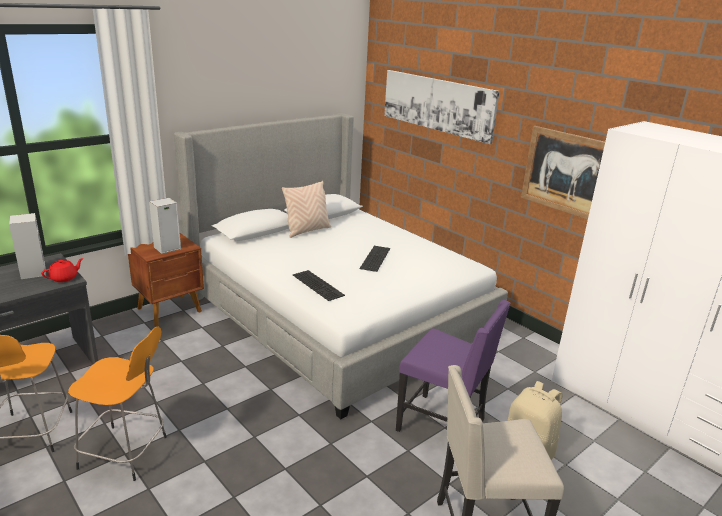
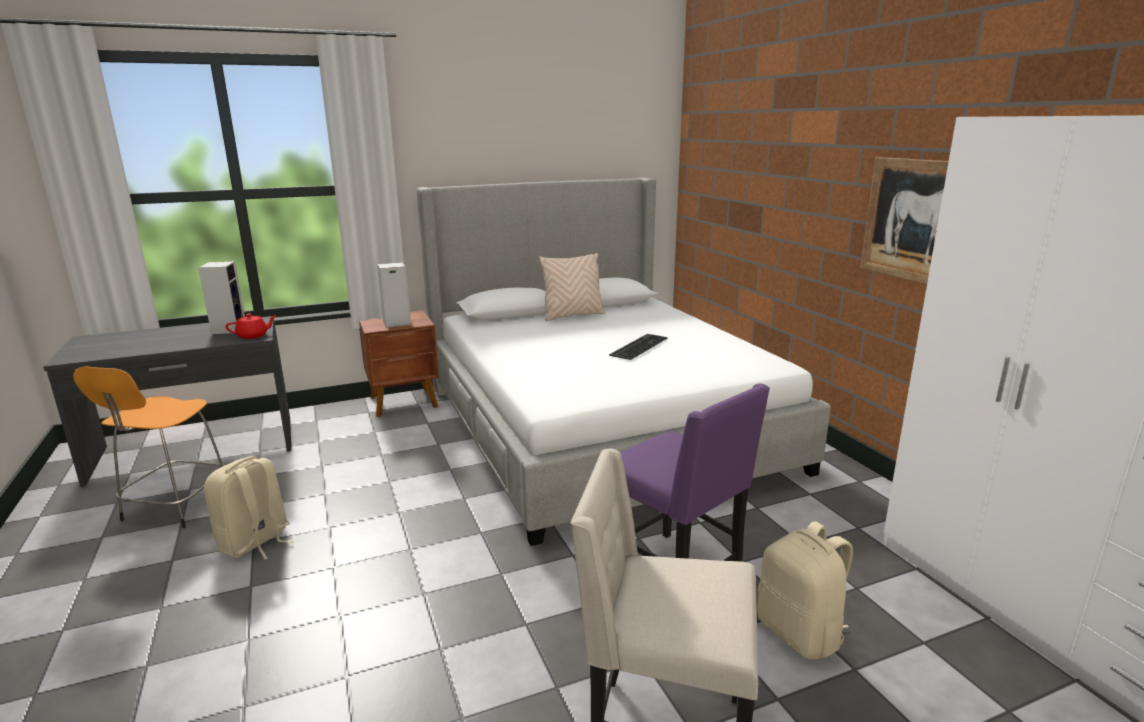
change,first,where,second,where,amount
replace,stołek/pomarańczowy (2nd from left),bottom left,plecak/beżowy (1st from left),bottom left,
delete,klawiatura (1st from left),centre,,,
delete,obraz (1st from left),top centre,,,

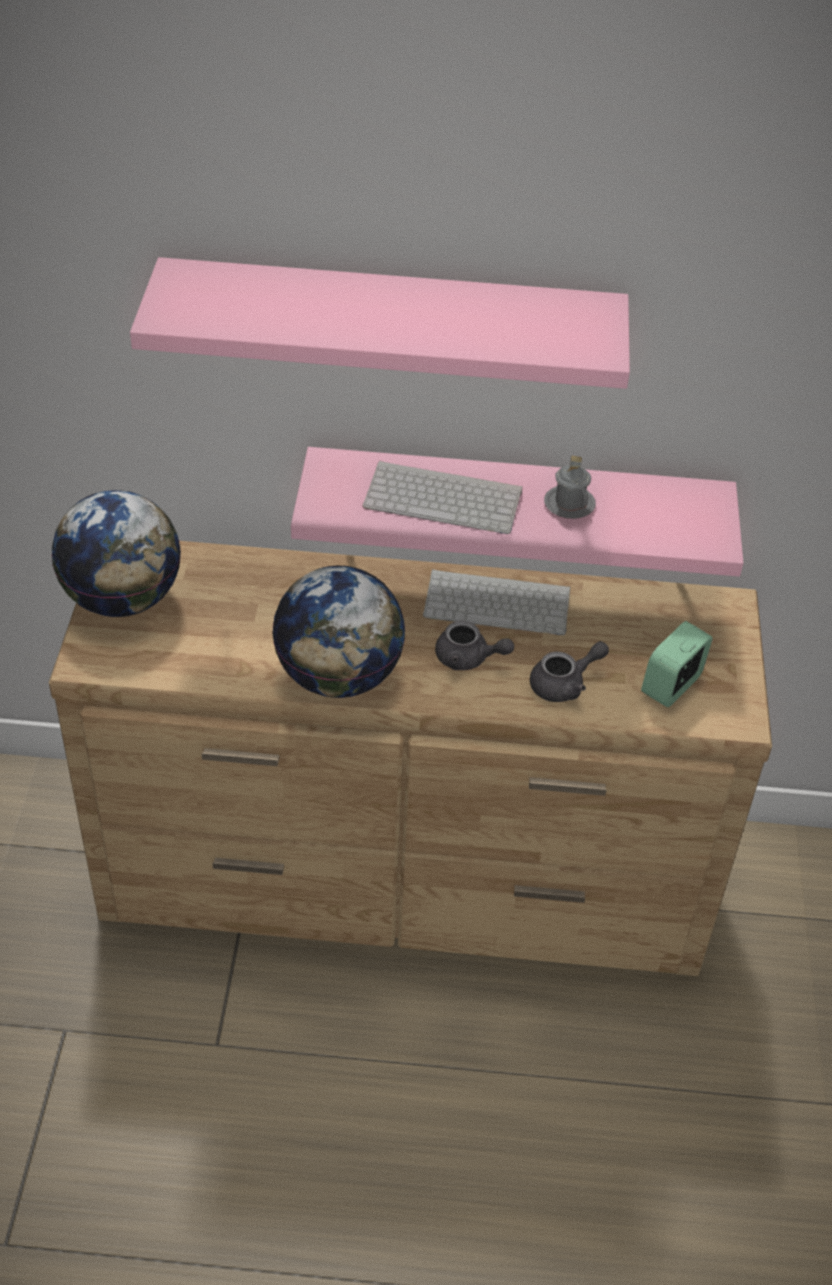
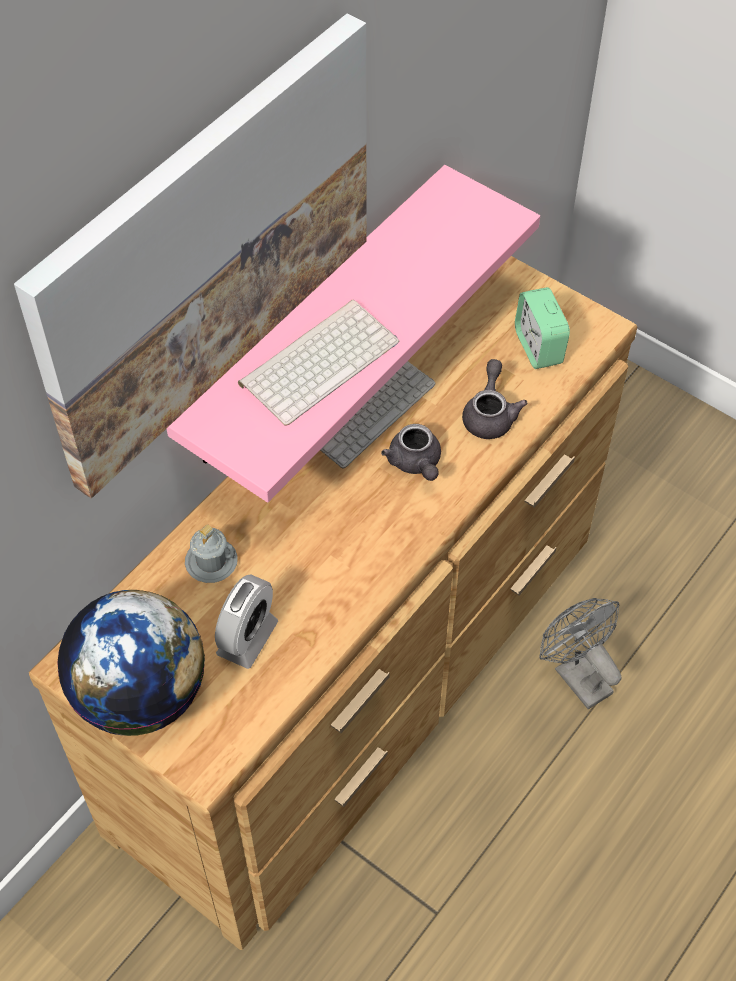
change,first,where,second,where,amount
replace,półka/różowy (1st from left),top centre,obraz,top left,
move,kubek/szary,middle right,,middle left,
insert,,,budzik (1st from left),centre,
rotate,imbryk/szary (1st from left),centre,,centre,105 degrees clockwise
insert,,,wentylator/szary,middle right,
delete,globus (2nd from left),centre,,,

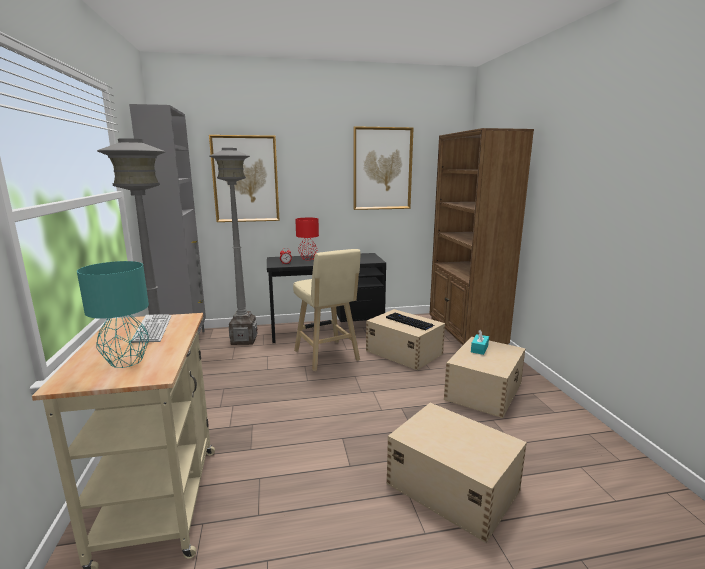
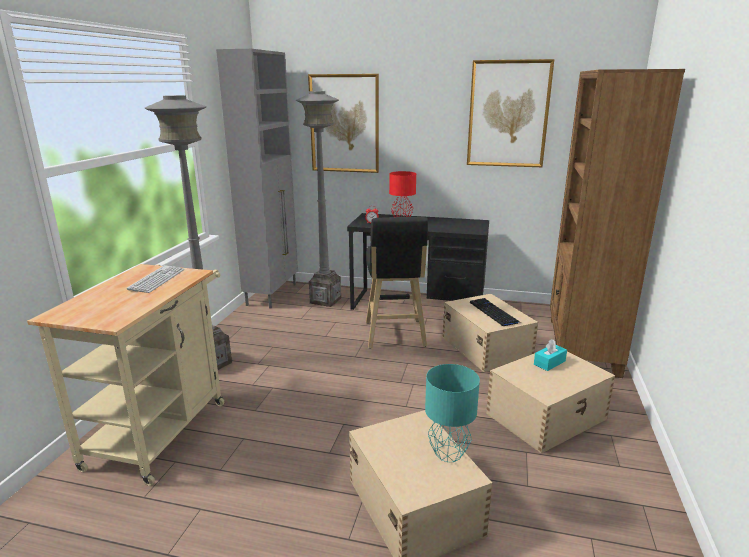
change,first,where,second,where,amount
recolor,stołek/beżowy,centre,stołek/czarny,centre,
move,lampa stołowa/turkusowy,middle left,,bottom centre,

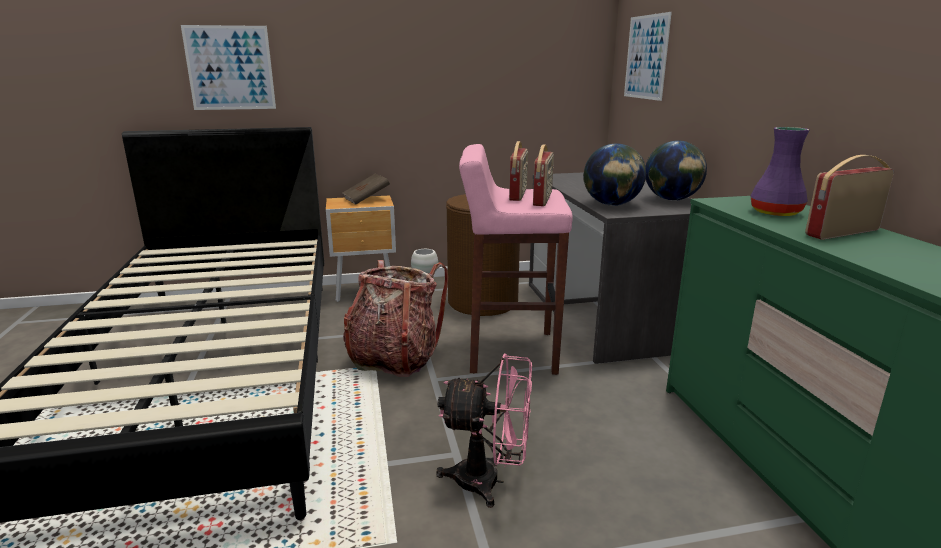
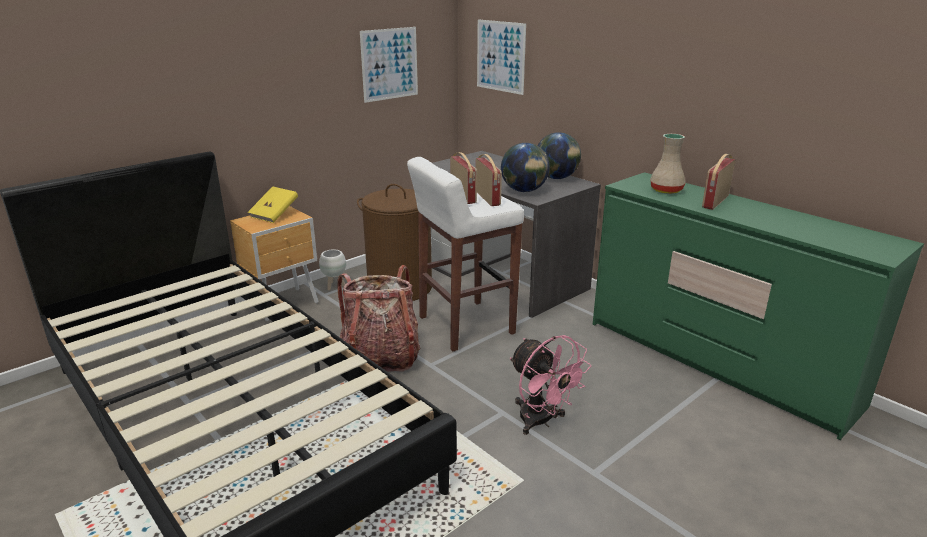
change,first,where,second,where,amount
recolor,książka/brązowy,centre,książka/żółty,middle left,
move,obraz (1st from left),top left,,top centre,
recolor,stołek/różowy,centre,stołek/biały,centre,
rotate,wentylator/różowy,bottom centre,,bottom centre,75 degrees clockwise
recolor,wazon/fioletowy,top right,wazon/beżowy,top right,

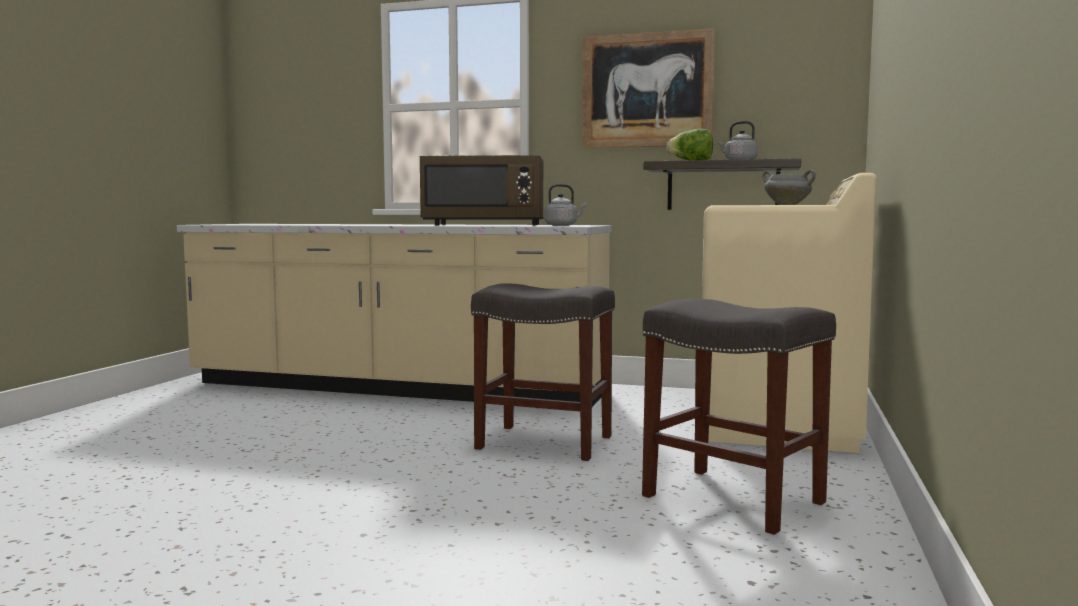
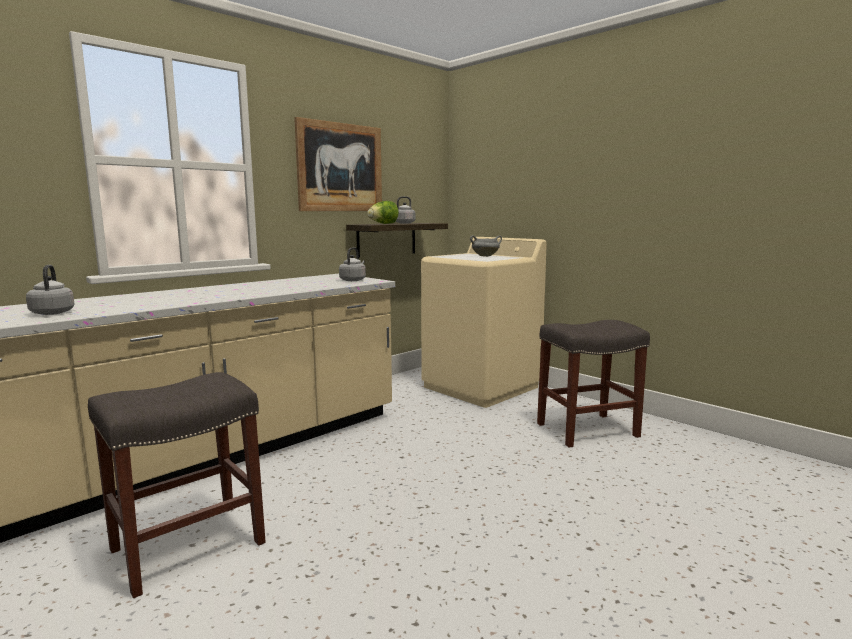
change,first,where,second,where,amount
insert,,,czajnik/szary (1st from left),middle left,
move,stołek/szary (1st from left),centre,,bottom left,
delete,mikrofalówka/brązowy,top centre,,,

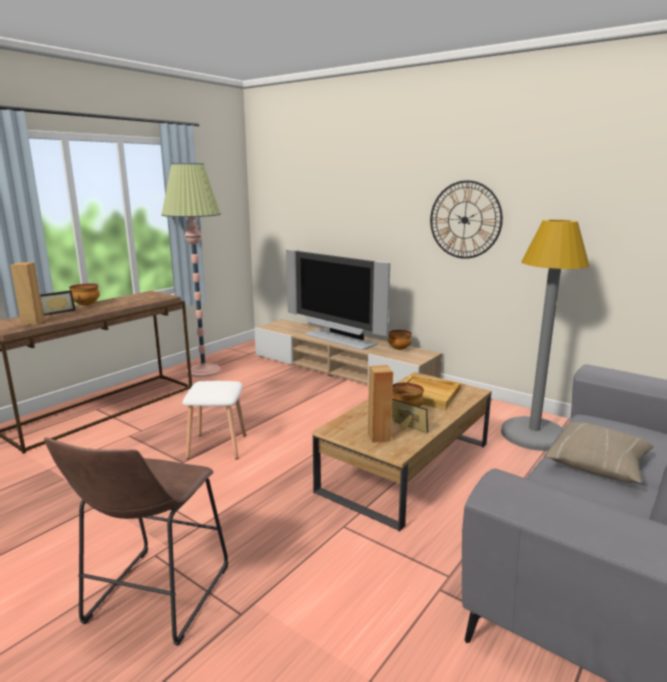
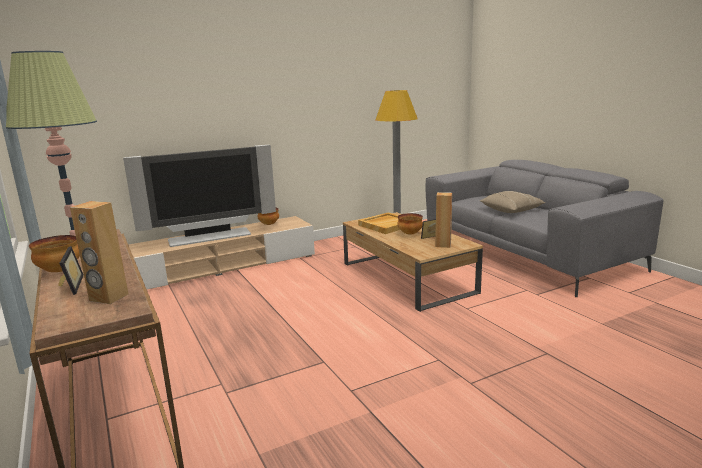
change,first,where,second,where,amount
delete,stołek/brązowy,bottom left,,,
delete,stołek/biały,middle left,,,
delete,zegar ścienny,top right,,,

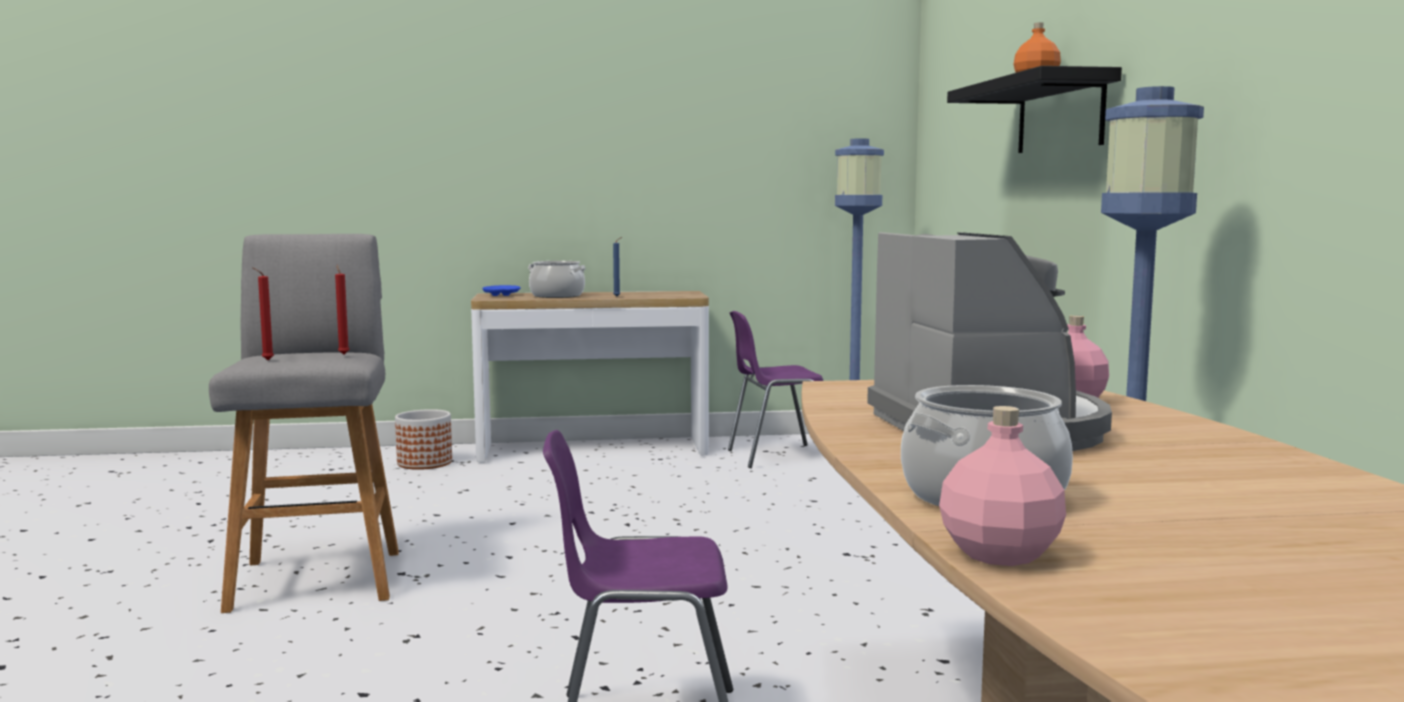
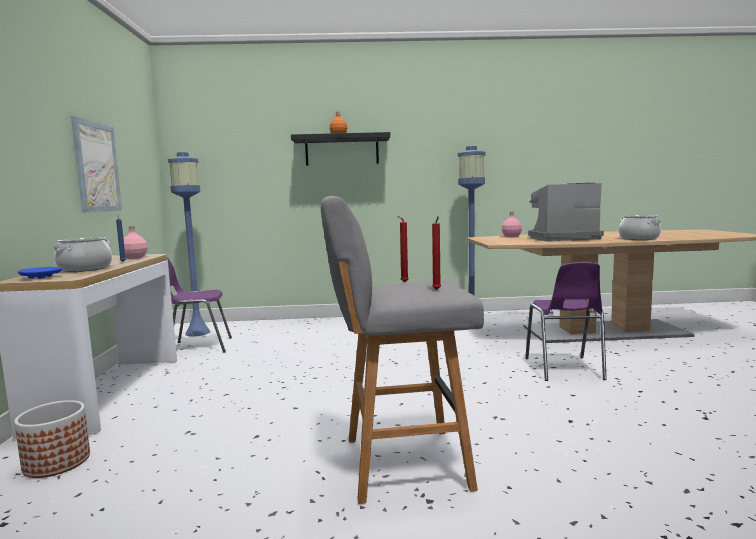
change,first,where,second,where,amount
insert,,,obraz,top left,
move,butelka/różowy (1st from left),bottom right,,middle left,
rotate,krzesło/fioletowy (2nd from left in the first image),centre,krzesło/fioletowy (1st from left),middle left,90 degrees clockwise

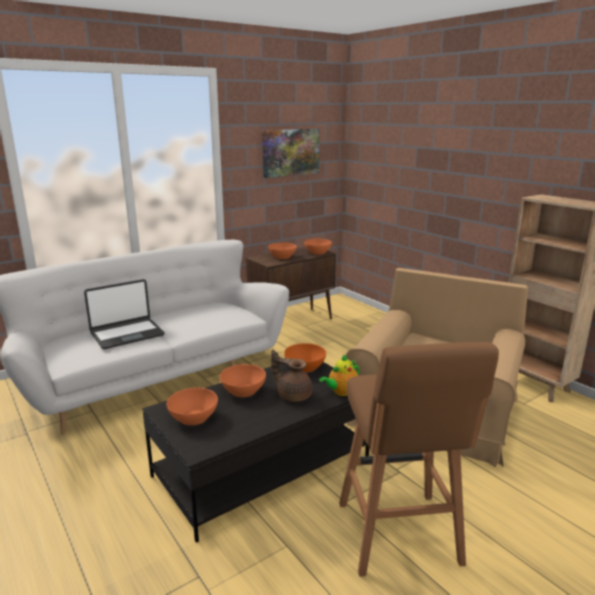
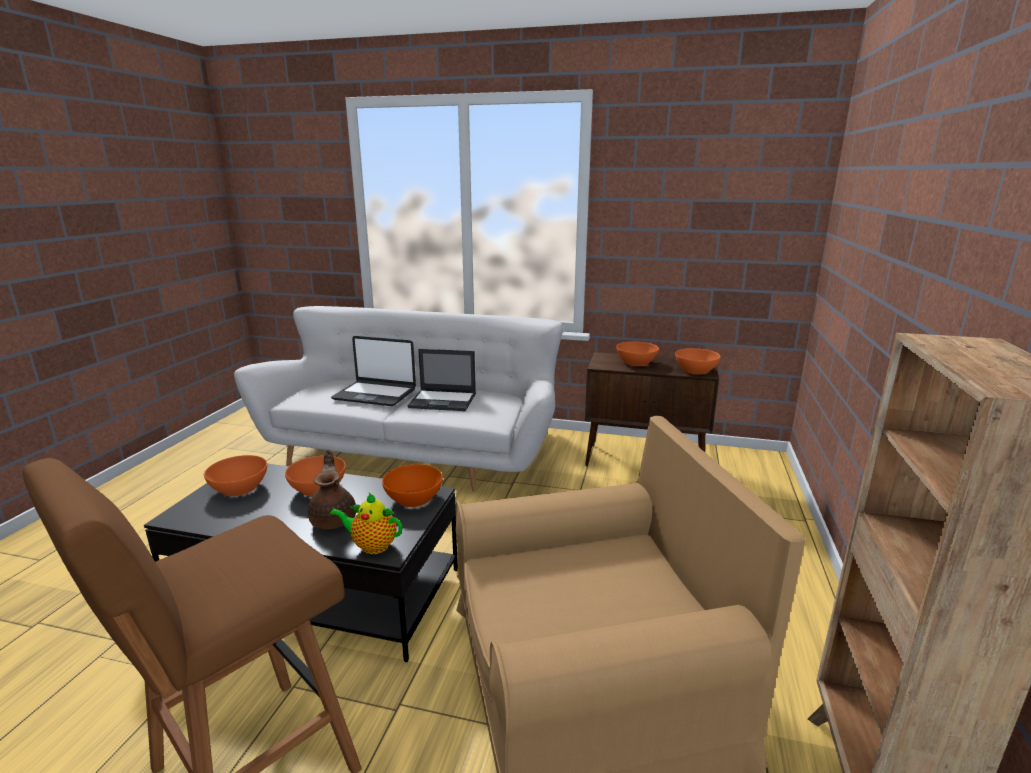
change,first,where,second,where,amount
insert,,,laptop (2nd from left),centre,
delete,obraz,top centre,,,

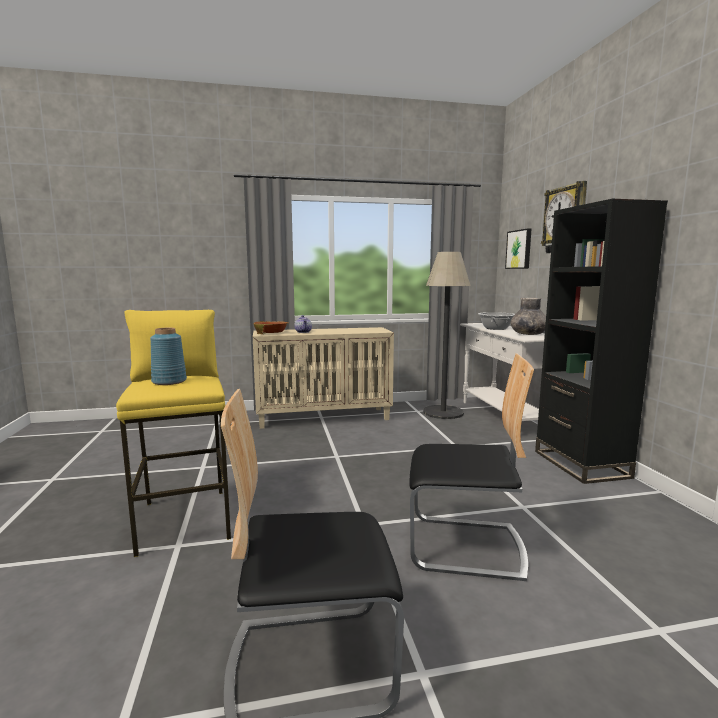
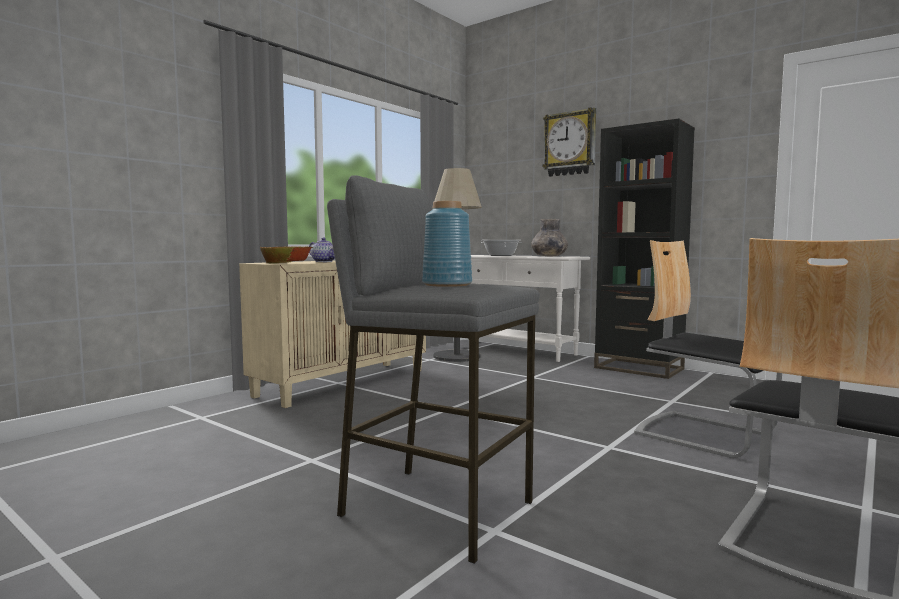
change,first,where,second,where,amount
recolor,stołek/żółty,middle left,stołek/szary,centre,
rotate,krzesło (2nd from left in the first image),centre,krzesło (1st from left),middle right,105 degrees counterclockwise
delete,obraz,middle right,,,

